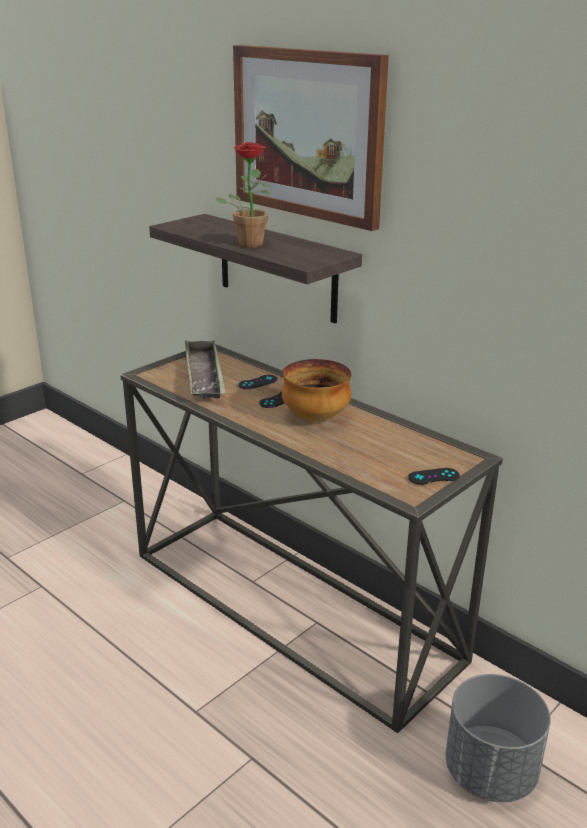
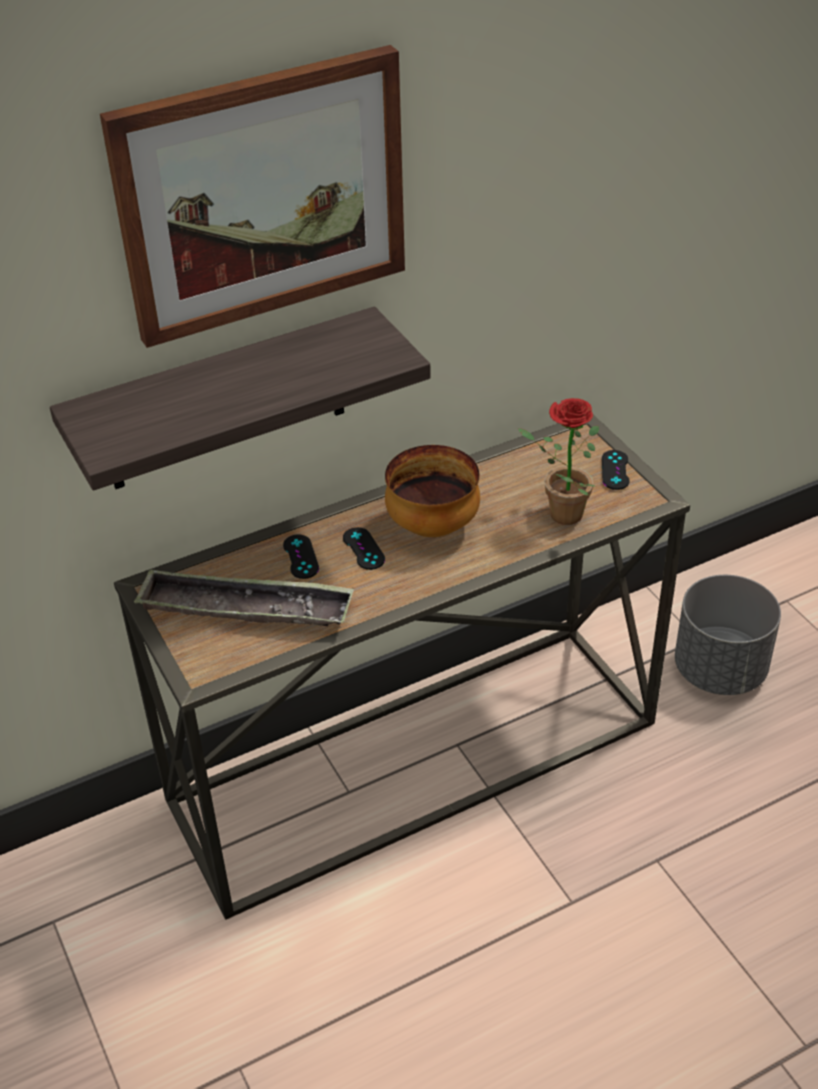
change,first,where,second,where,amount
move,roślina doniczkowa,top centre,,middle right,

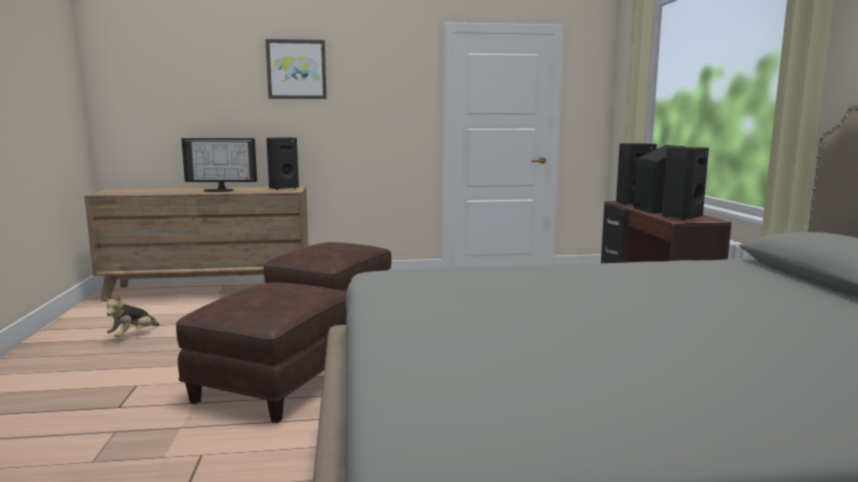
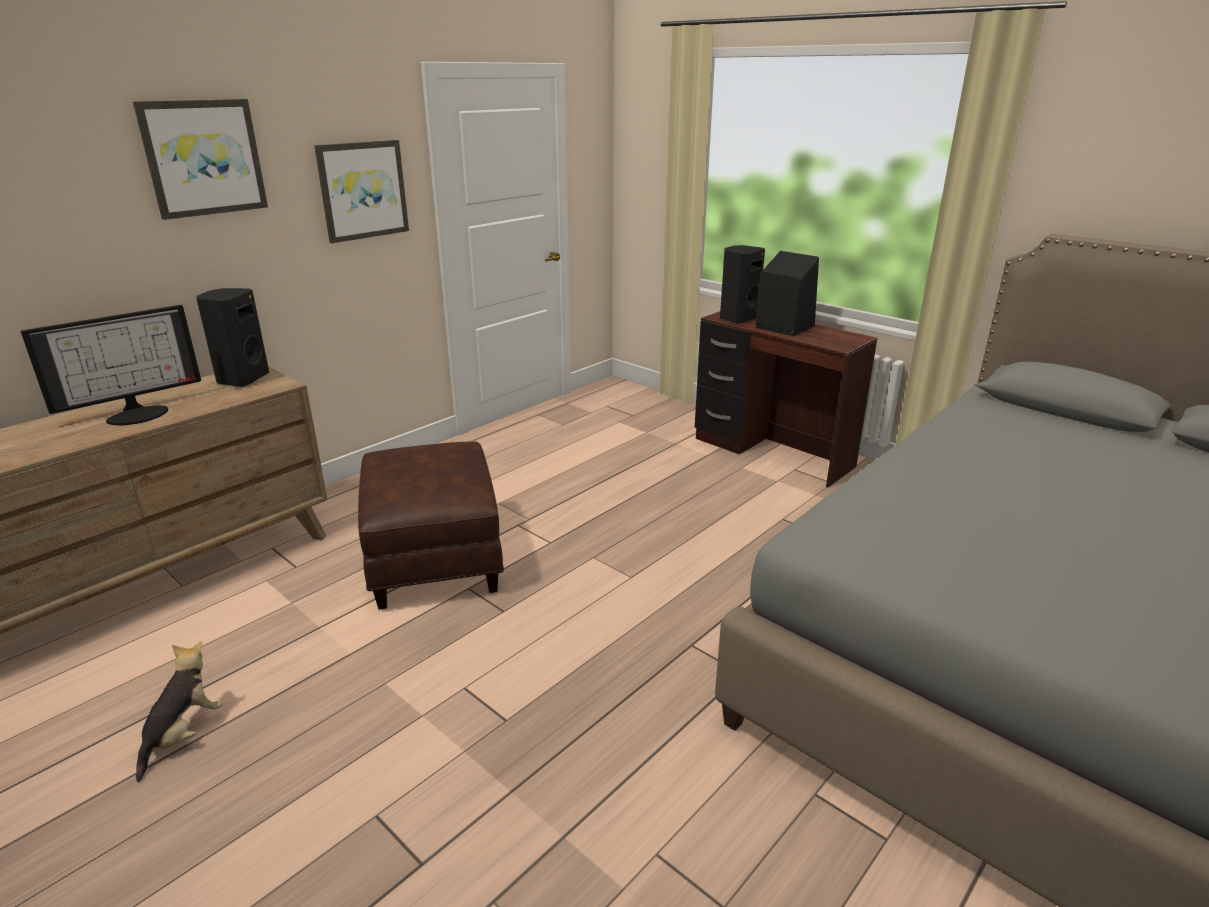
change,first,where,second,where,amount
rotate,pluszak,middle left,,bottom left,150 degrees counterclockwise
insert,,,obraz (2nd from left),top left,
delete,pufa/brązowy (1st from left),bottom left,,,
delete,głośnik/czarny (4th from left),middle right,,,

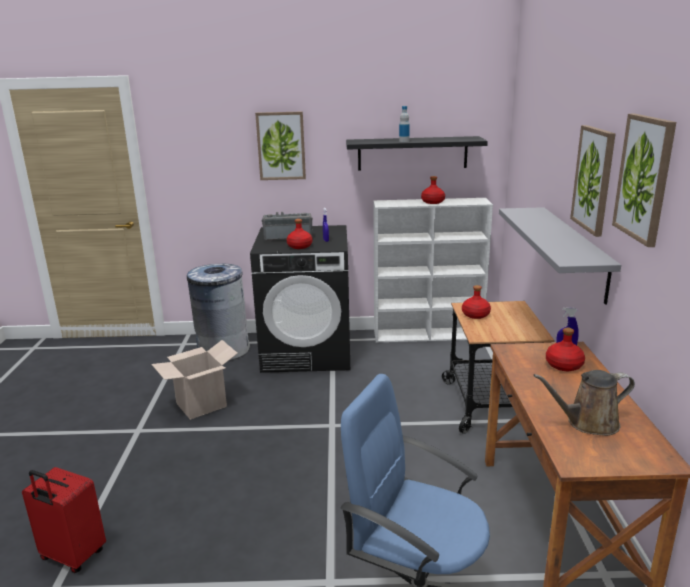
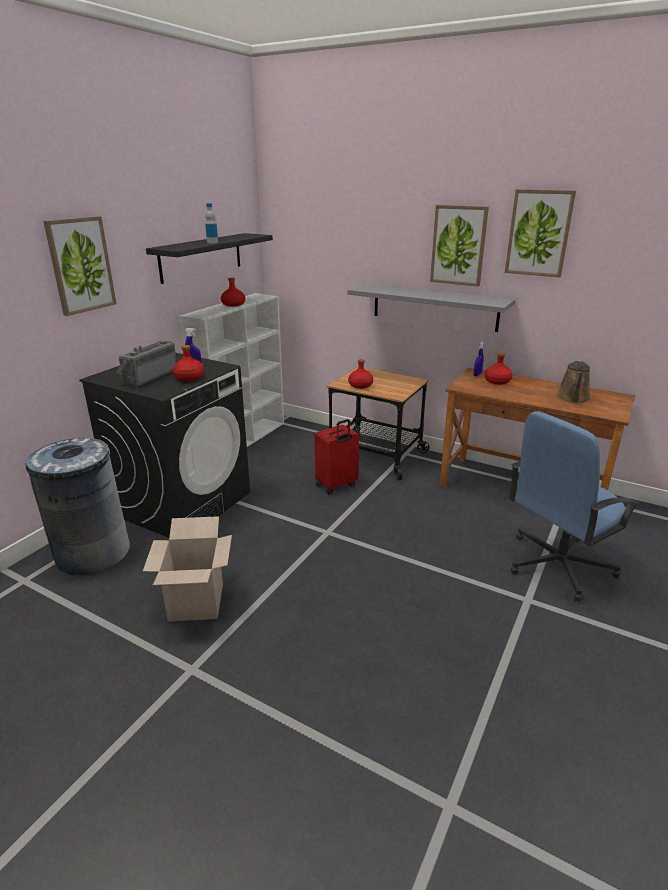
change,first,where,second,where,amount
move,walizka/czerwony,bottom left,,centre,

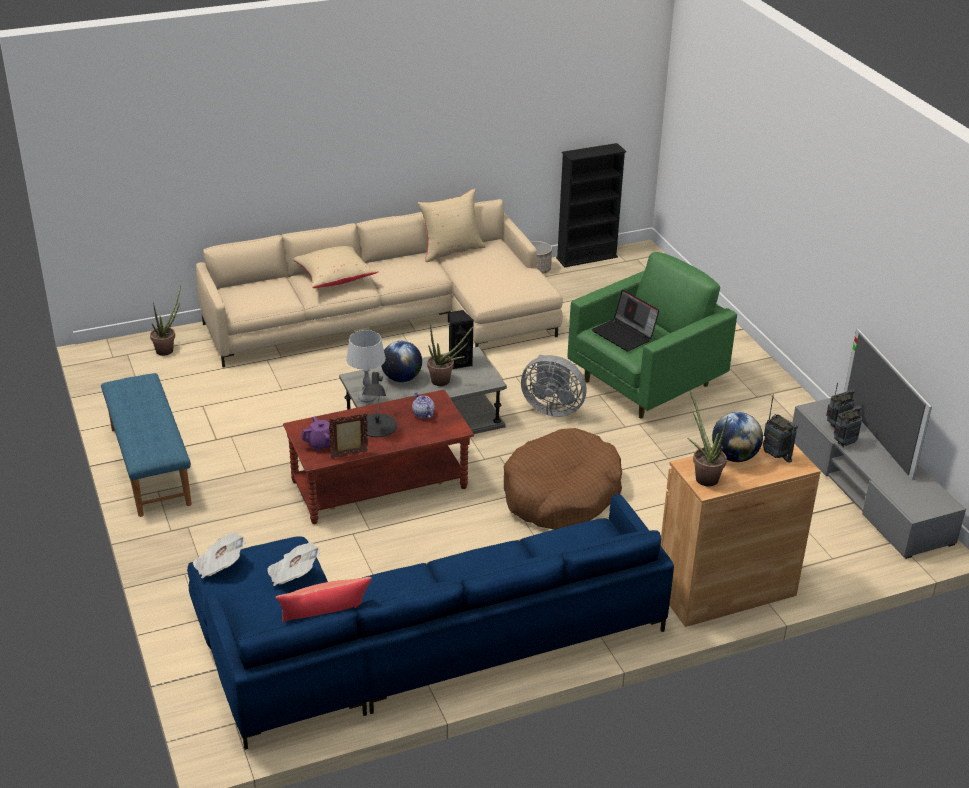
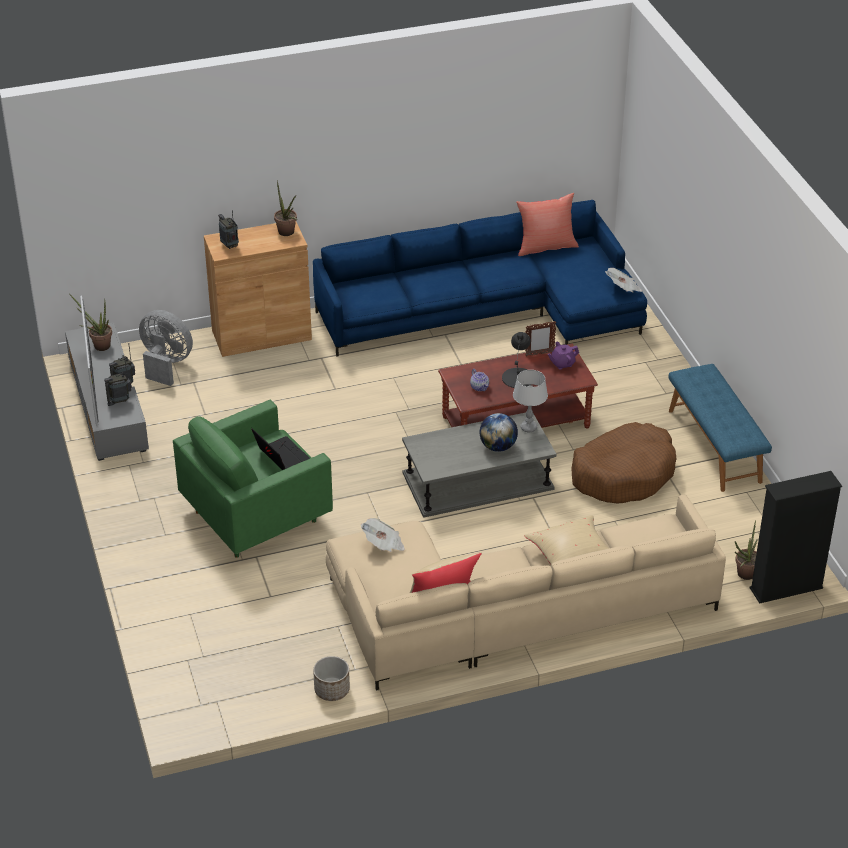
change,first,where,second,where,amount
move,roślina doniczkowa (2nd from left in the first image),centre,roślina doniczkowa (1st from left),middle left,
move,wentylator/szary,centre,,middle left,
move,gazeta (2nd from left in the first image),bottom left,gazeta (1st from left),centre,
move,legowisko/brązowy,centre,,middle right,
move,regał/czarny,top centre,,middle right,
delete,głośnik/czarny,centre,,,
delete,globus (2nd from left),middle right,,,

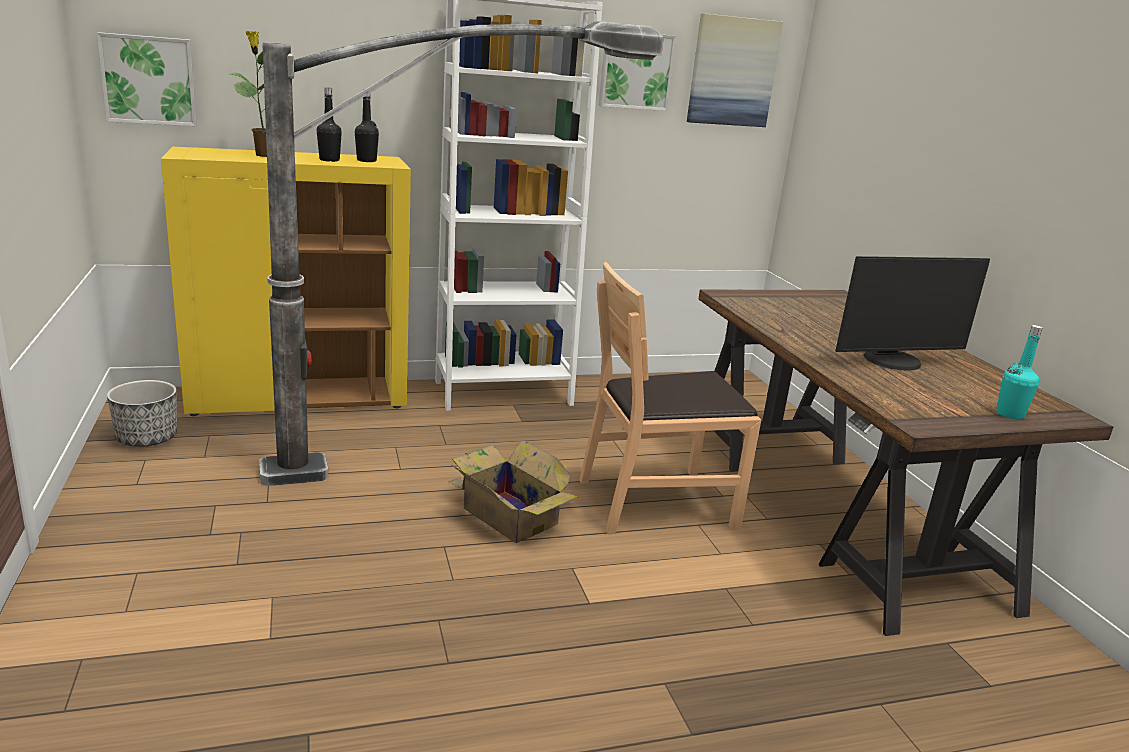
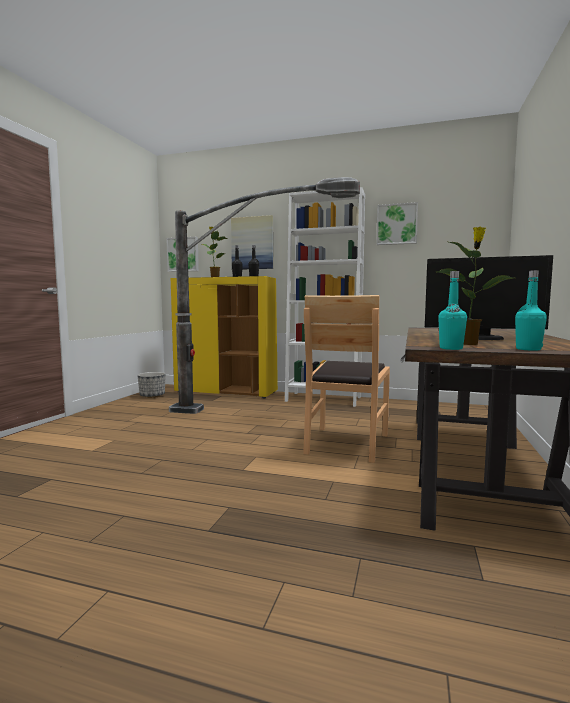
change,first,where,second,where,amount
move,obraz (3rd from left in the first image),top centre,obraz (2nd from left),centre,
rotate,krzesło/brązowy,centre,,centre,90 degrees counterclockwise
insert,,,roślina doniczkowa (2nd from left),middle right,
insert,,,butelka/turkusowy (1st from left),middle right,
delete,karton,centre,,,

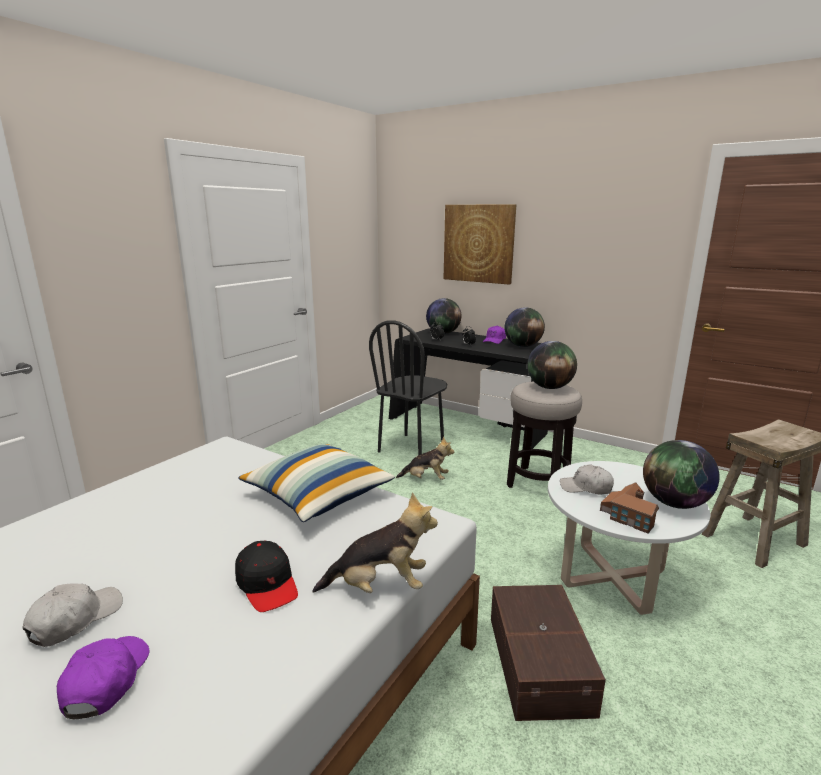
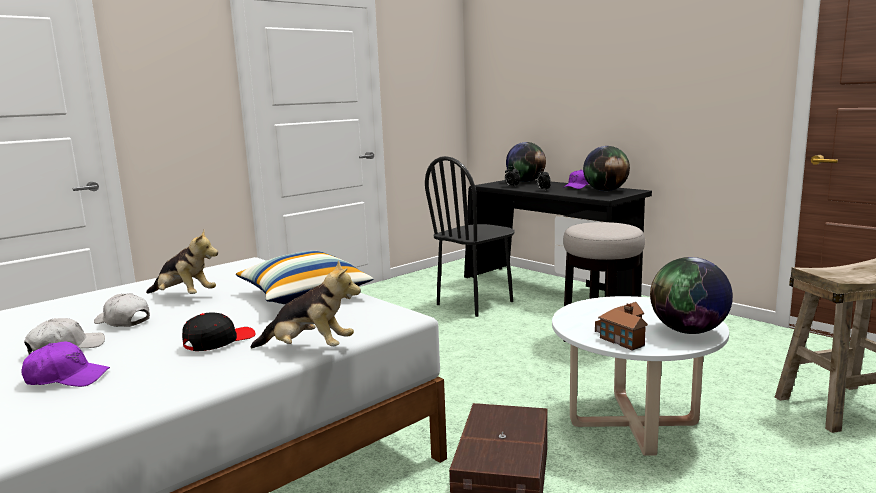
change,first,where,second,where,amount
rotate,czapka z daszkiem/fioletowy (1st from left),bottom left,,bottom left,75 degrees clockwise
move,czapka z daszkiem/biały (2nd from left),middle right,,middle left,
move,pluszak (2nd from left in the first image),centre,pluszak (1st from left),middle left,
rotate,czapka z daszkiem/czarny,bottom left,,bottom left,120 degrees counterclockwise
delete,obraz,top centre,,,
delete,globus (3rd from left),middle right,,,

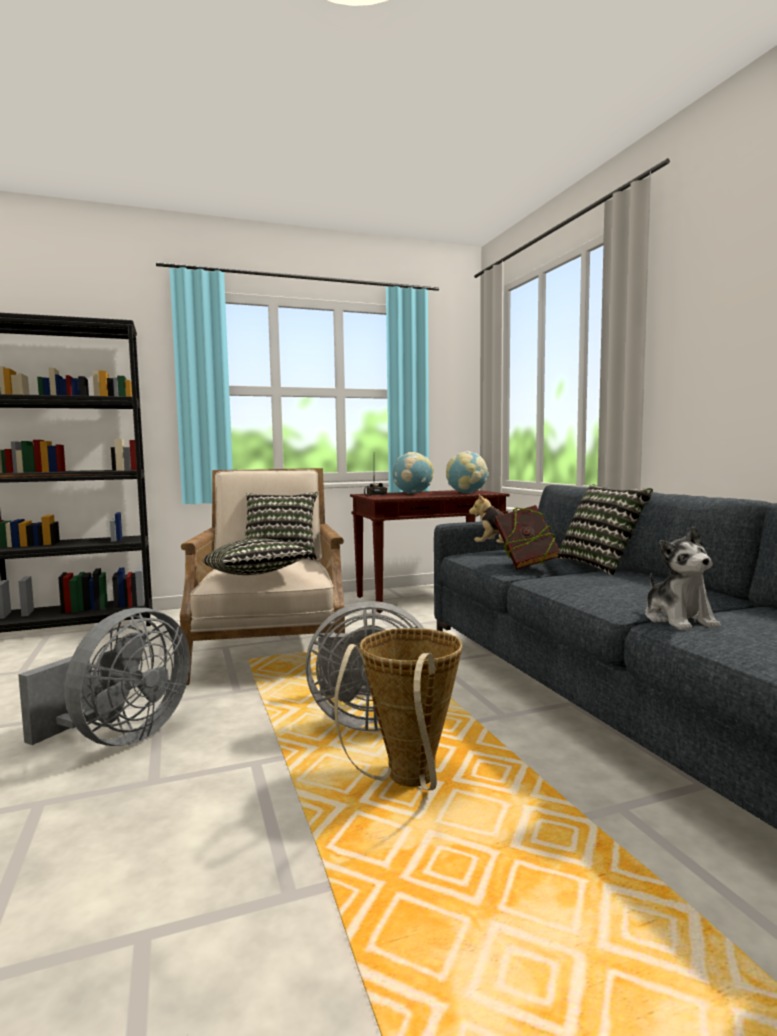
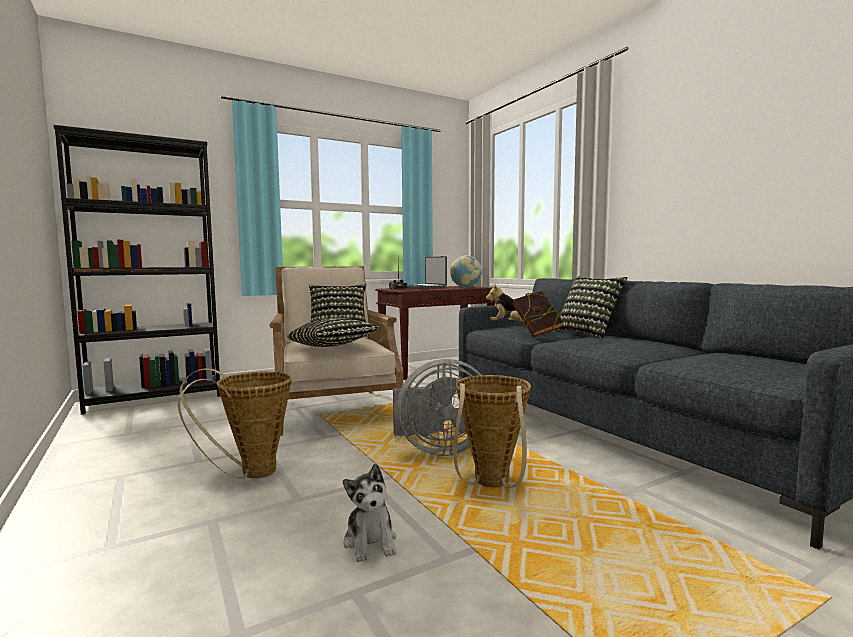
change,first,where,second,where,amount
replace,wentylator/szary (1st from left),middle left,koszyk (1st from left),middle left,
move,pluszak (2nd from left in the first image),middle right,pluszak (1st from left),bottom centre,
replace,globus (1st from left),centre,laptop,centre,

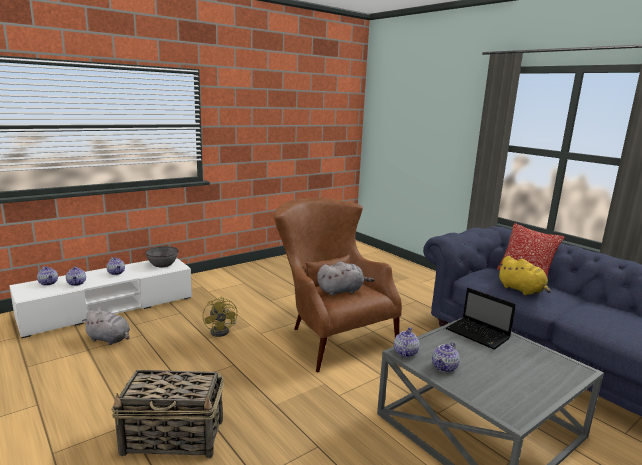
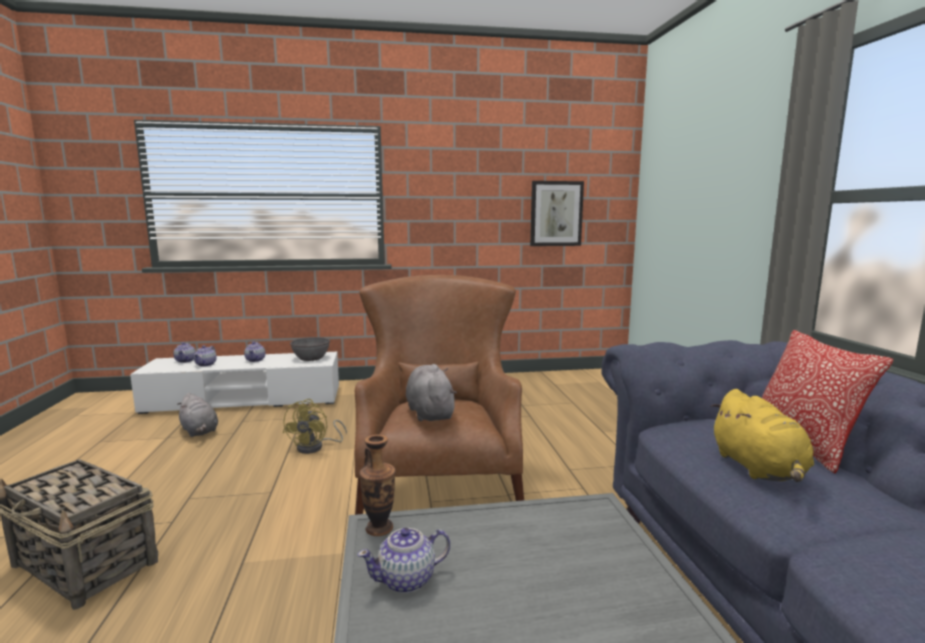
change,first,where,second,where,amount
replace,imbryk (4th from left),bottom centre,wazon,bottom centre,
rotate,pluszak/szary (2nd from left),centre,,centre,120 degrees counterclockwise
insert,,,obraz,top centre,
delete,laptop,bottom right,,,

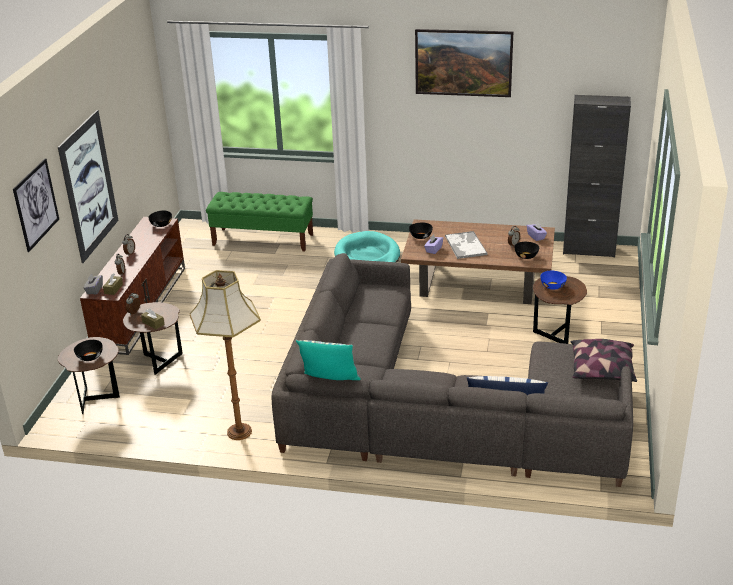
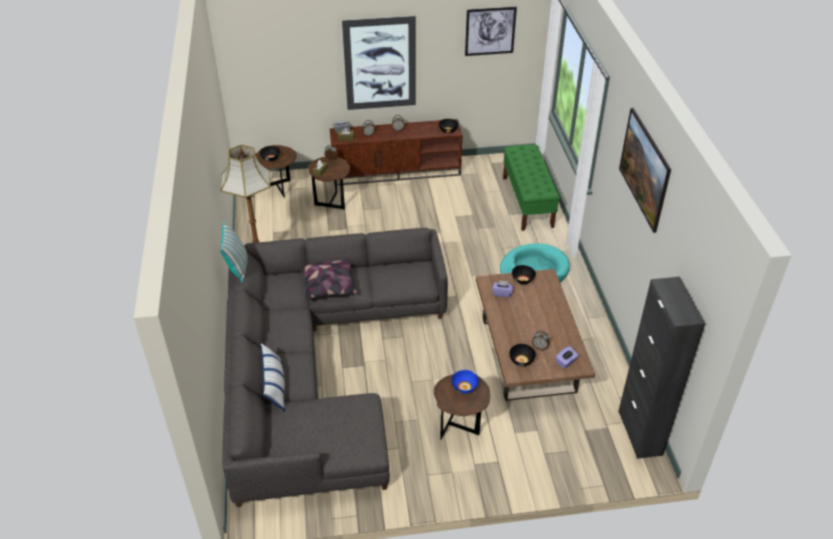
change,first,where,second,where,amount
move,poduszka (3rd from left),middle right,,centre,
move,obraz (1st from left in the first image),middle left,obraz (2nd from left),top centre,
delete,taca,centre,,,

